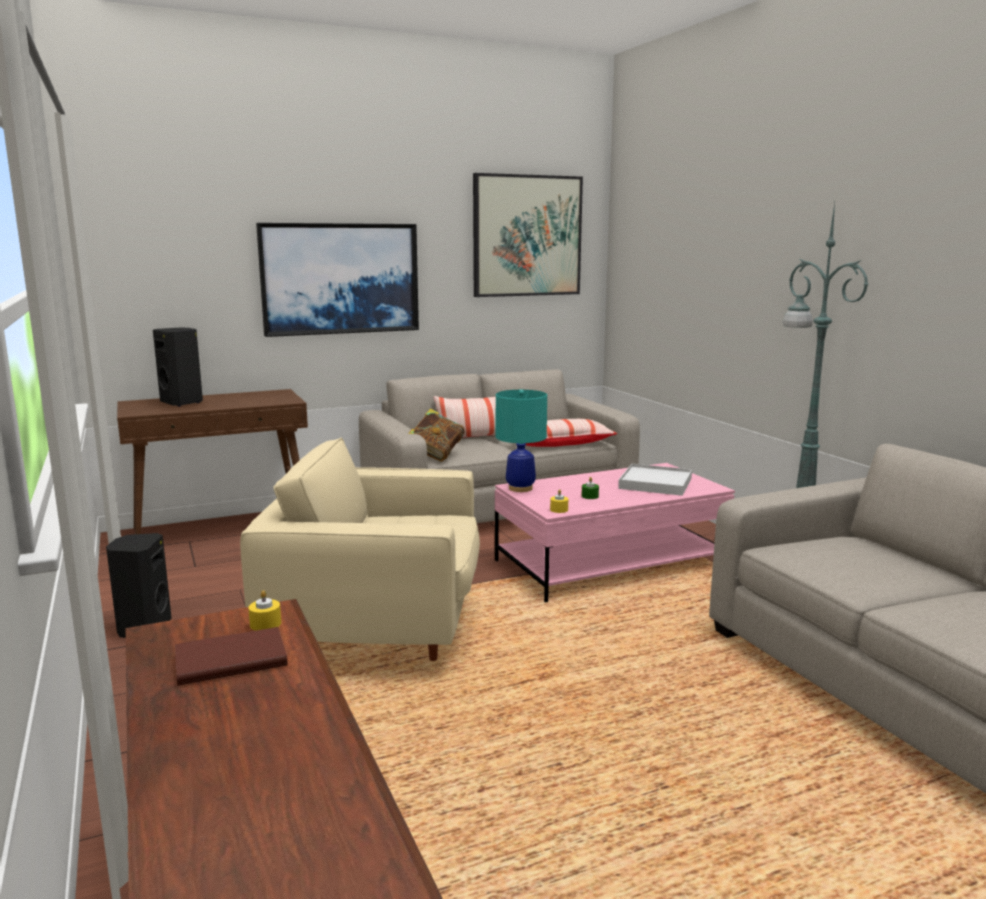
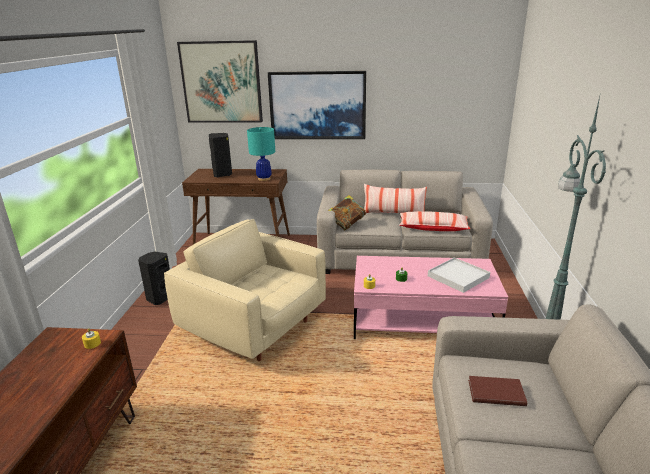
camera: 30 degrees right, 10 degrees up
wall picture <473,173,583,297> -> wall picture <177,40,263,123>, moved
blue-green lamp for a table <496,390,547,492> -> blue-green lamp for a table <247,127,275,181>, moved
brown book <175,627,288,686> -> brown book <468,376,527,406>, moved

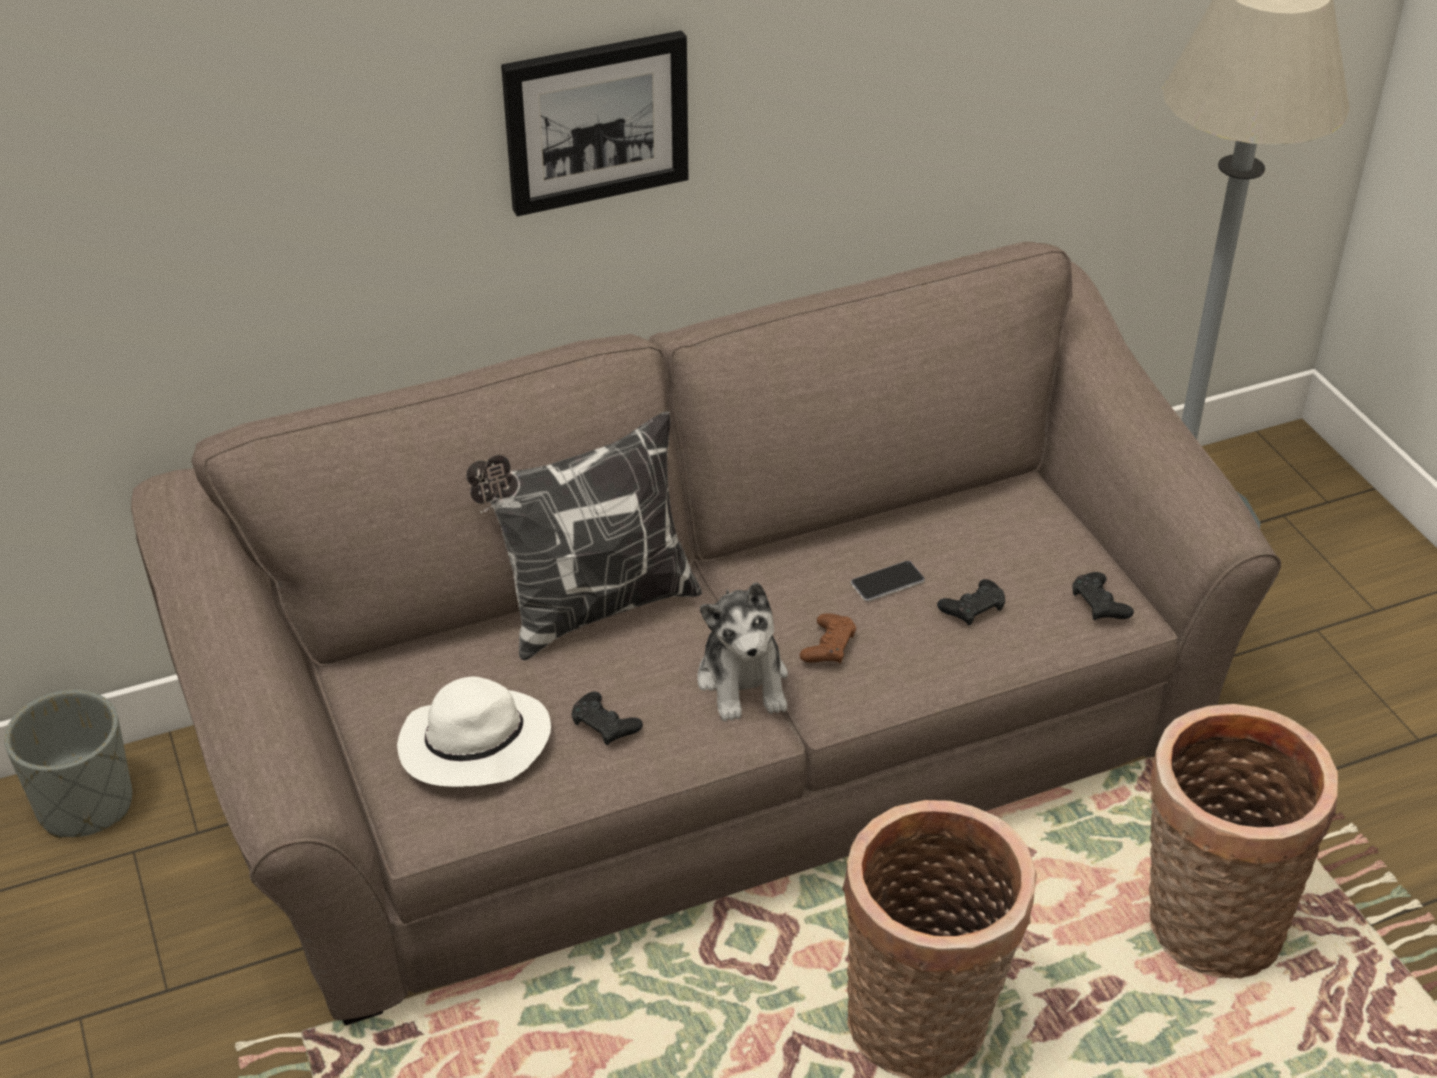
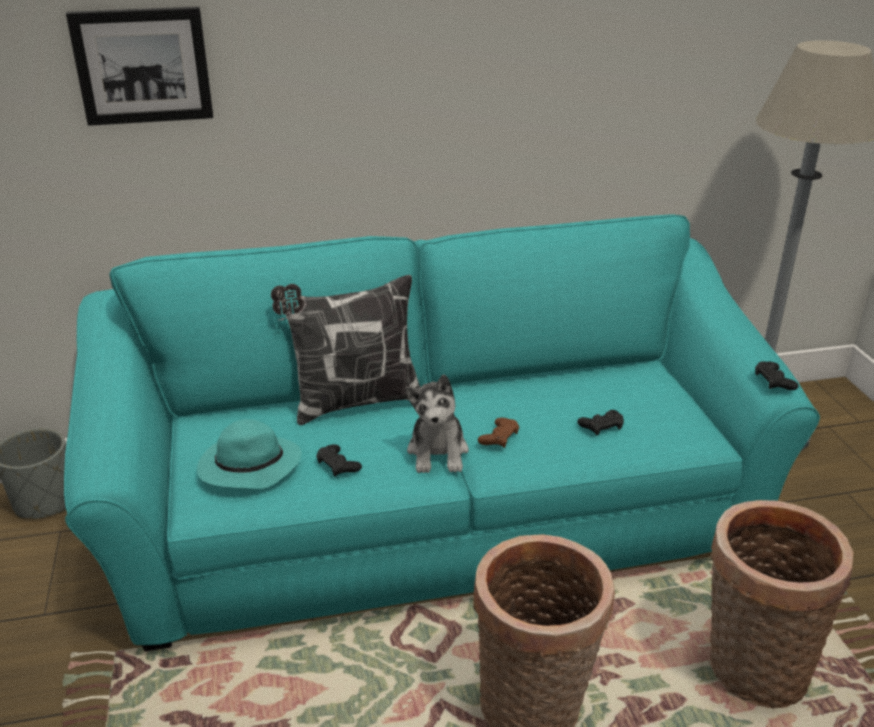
camera: 10 degrees right, 10 degrees down
brown sofa <131,242,1281,1025> -> blue-green sofa <64,214,820,651>
wall picture <501,30,688,216> -> wall picture <66,7,213,126>, moved
white wearable hat <397,677,551,787> -> blue-green wearable hat <197,419,301,489>
black-coloured game controller <1072,572,1134,620> -> black-coloured game controller <755,361,799,390>, moved
phone <851,561,925,602> -> none

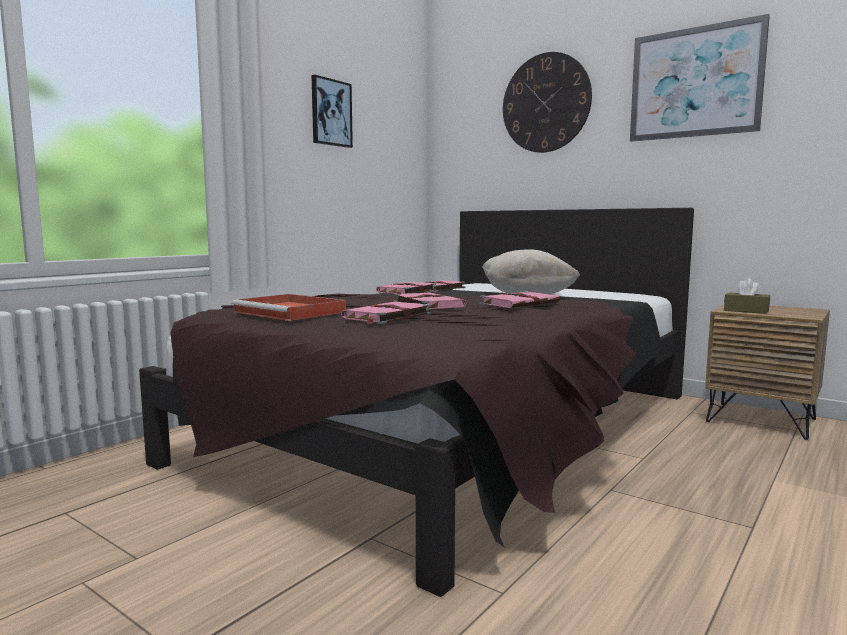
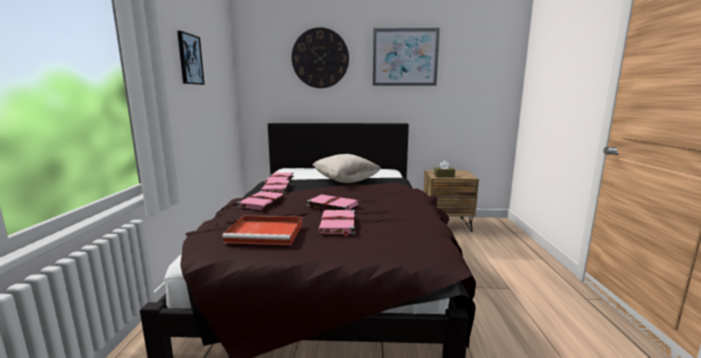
camera: 35 degrees left, 5 degrees up
pink book <480,291,560,308> -> pink book <237,191,284,210>, moved

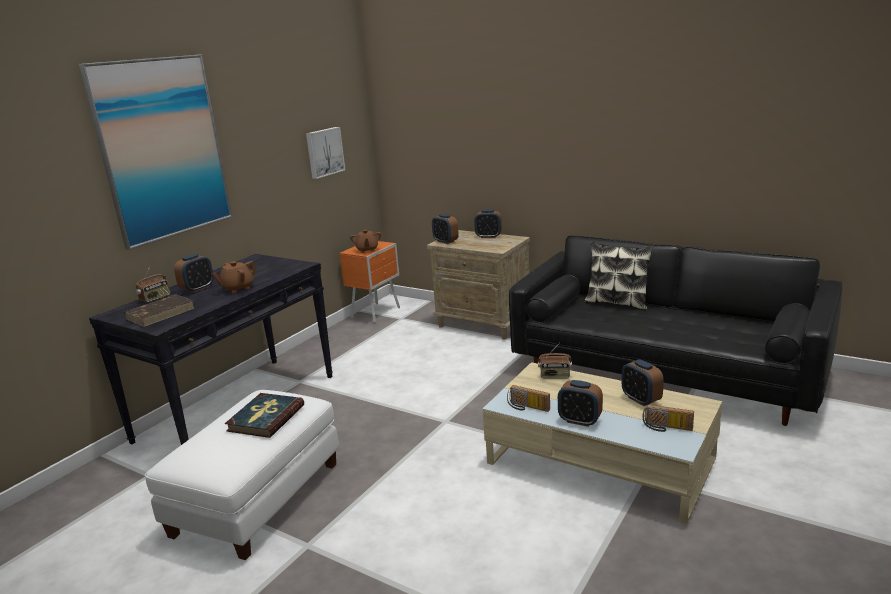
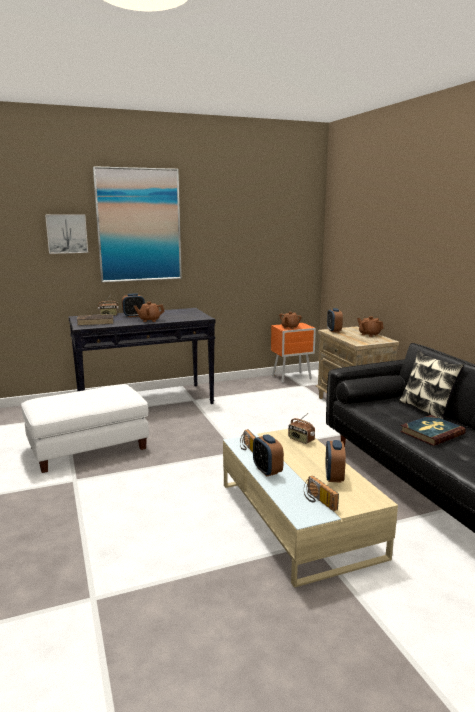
camera: 35 degrees right, 5 degrees down
wall picture <306,127,345,179> -> wall picture <45,214,88,254>, moved
alarm clock <474,209,502,238> -> brown tea pot <357,316,384,337>
book <225,393,304,438> -> book <400,415,466,446>, moved

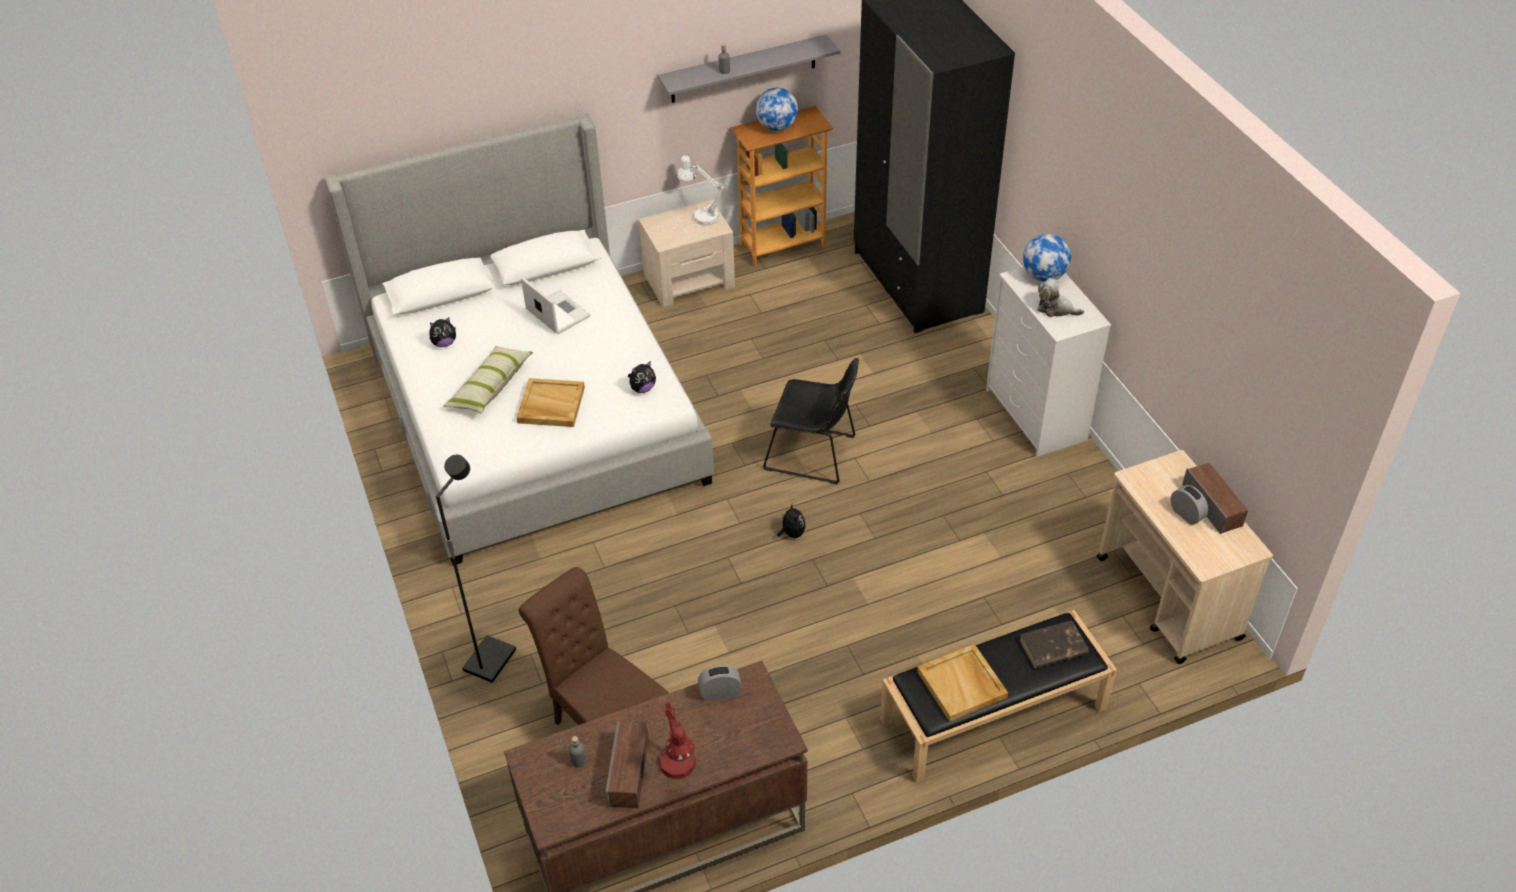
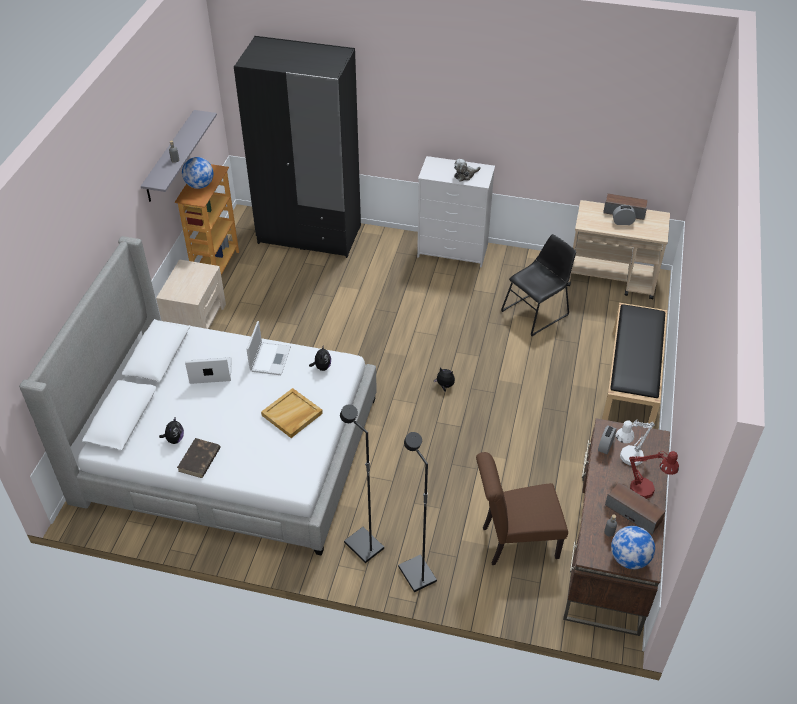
camera: 55 degrees left, 0 degrees up
brown book <1019,620,1089,669> -> brown book <177,438,221,478>, moved
none -> portable computer <246,321,291,375>
none -> black-coloured standing lamp <340,404,384,563>
black-coloured plain chair <763,358,859,484> -> black-coloured plain chair <501,234,576,336>, moved
world globe <1023,234,1071,282> -> world globe <611,526,655,569>, moved
white lamp for a table <677,155,724,226> -> white lamp for a table <616,419,655,466>, moved
pillow <443,346,533,414> -> none
beige carrying tray <917,644,1008,722> -> none

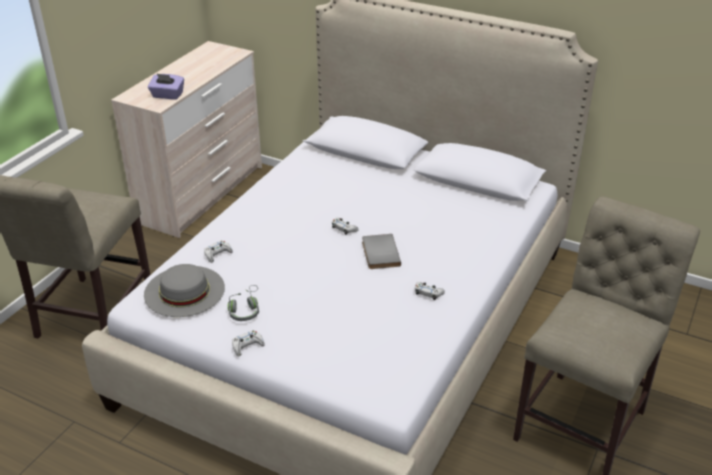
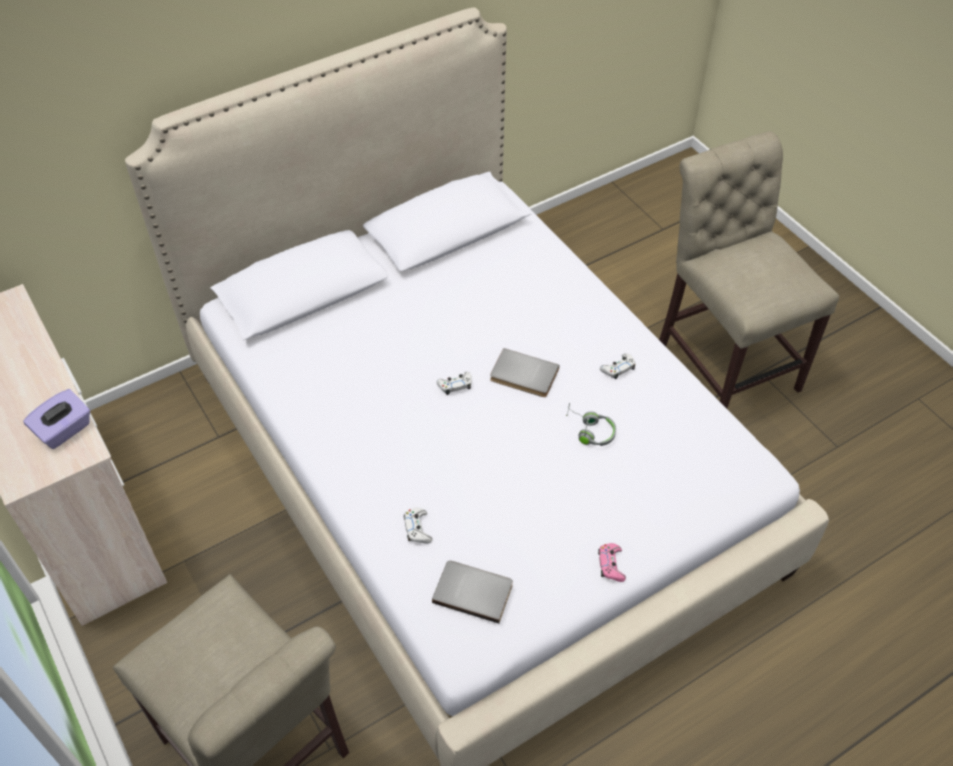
camera: 60 degrees left, 15 degrees up
gray wearable hat <144,264,225,317> -> gray book <432,561,513,624>
gray headset <228,285,259,321> -> gray headset <566,403,616,446>, moved
white game controller <232,331,265,356> -> pink game controller <598,543,626,582>

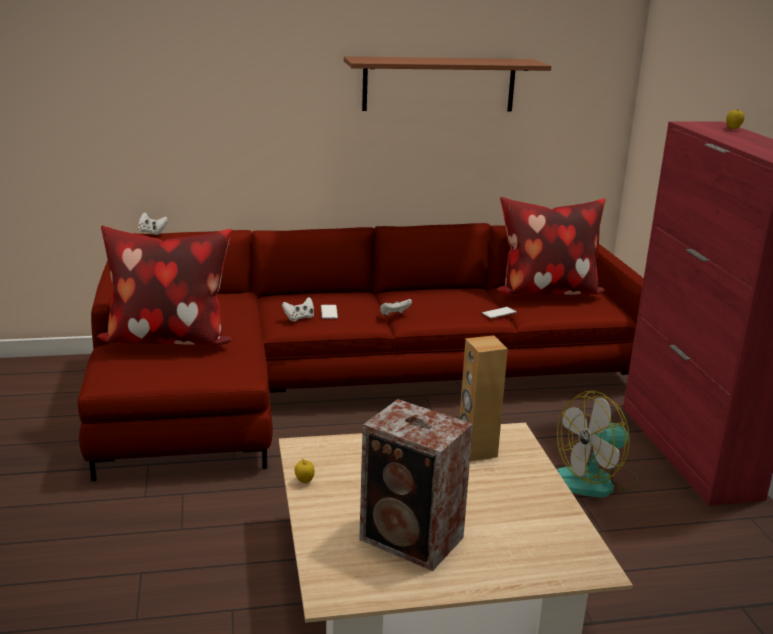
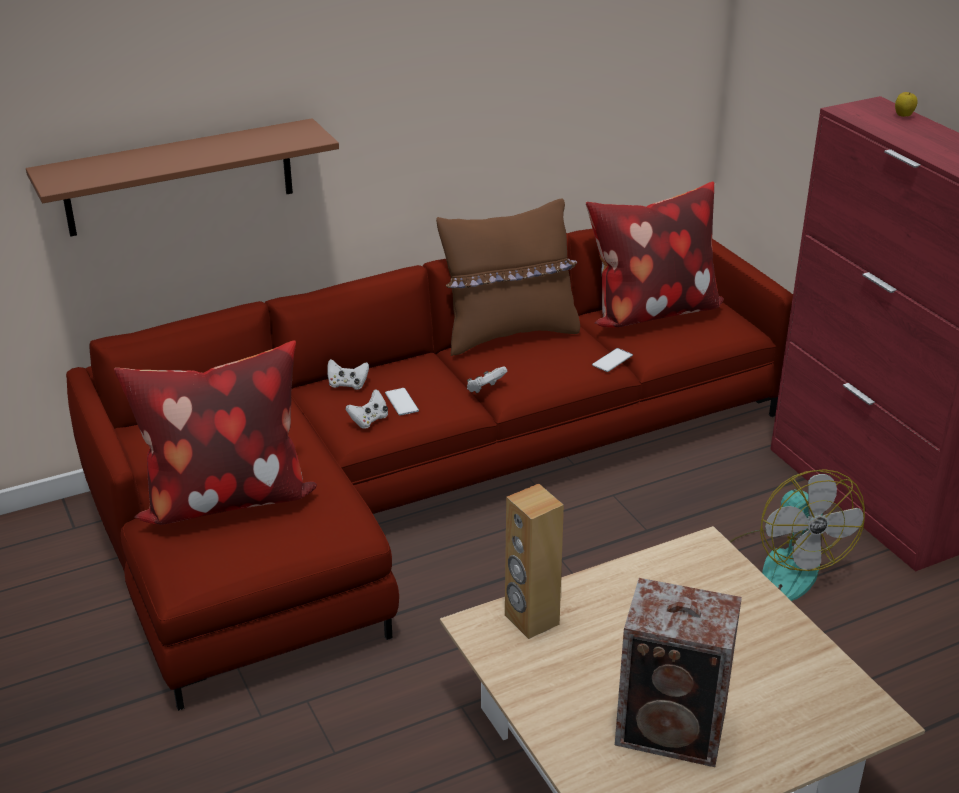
camera: 15 degrees left, 10 degrees up
brown shelf <344,57,551,111> -> brown shelf <26,118,339,237>, moved
white game controller <138,212,169,235> -> white game controller <327,359,369,390>, moved
none -> brown pillow <436,198,580,356>
brown audio speaker <459,335,508,461> -> brown audio speaker <505,484,564,639>, moved
fan <557,391,639,498> -> fan <729,469,865,601>, 60 degrees counterclockwise
apple fruit <294,458,315,484> -> none

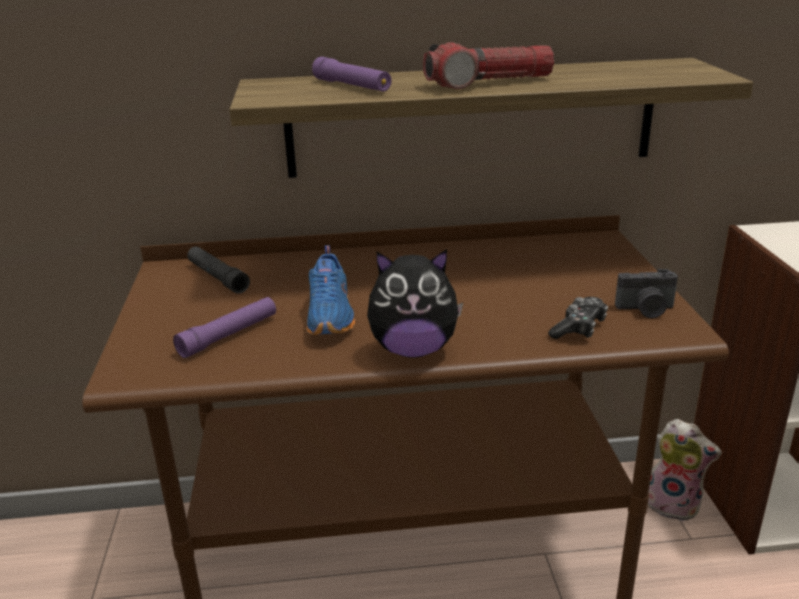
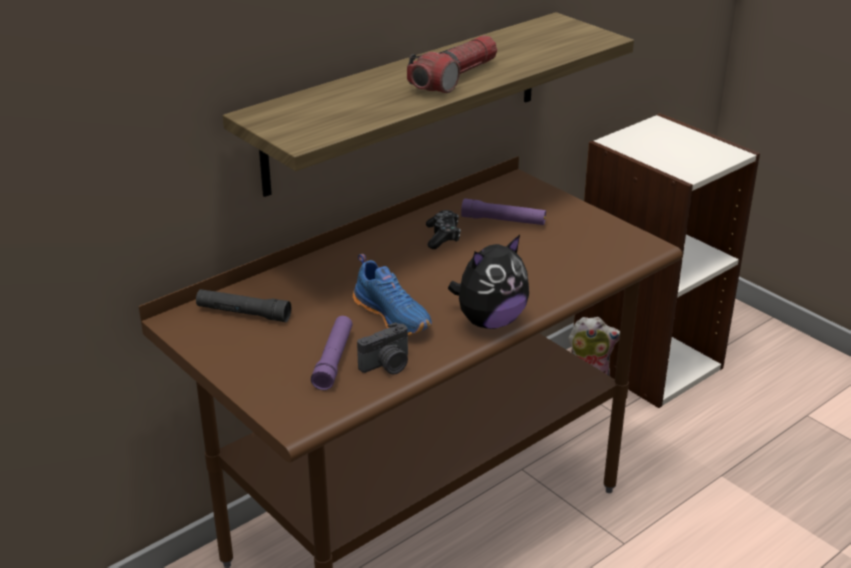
camera: 35 degrees left, 5 degrees up
still camera <615,269,678,318> -> still camera <357,322,408,374>, moved
game controller <548,297,608,339> -> game controller <426,210,461,249>, moved
purple-coloured hand torch <312,57,392,92> -> purple-coloured hand torch <461,198,546,225>, moved

